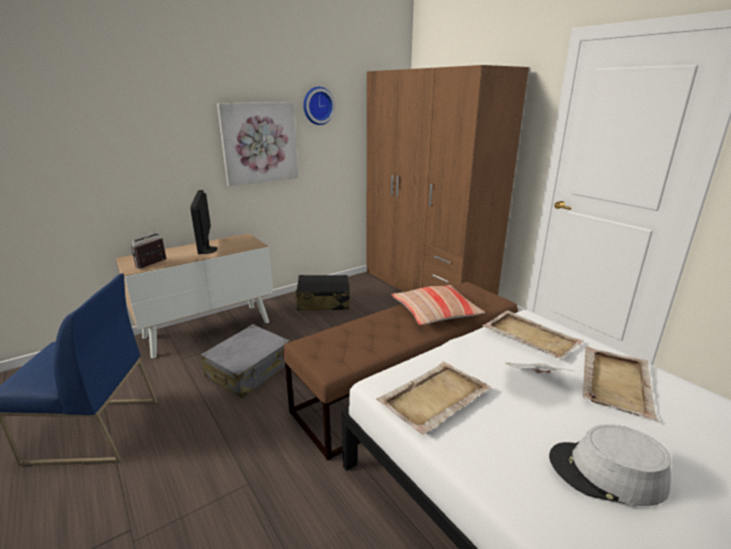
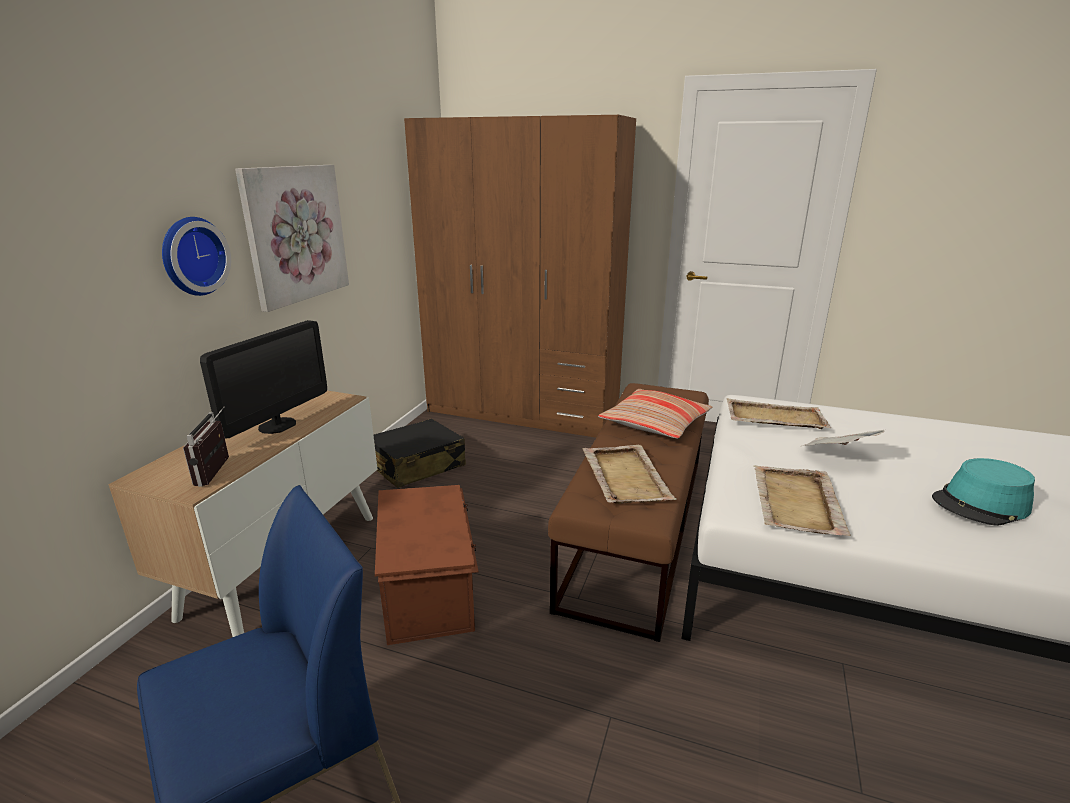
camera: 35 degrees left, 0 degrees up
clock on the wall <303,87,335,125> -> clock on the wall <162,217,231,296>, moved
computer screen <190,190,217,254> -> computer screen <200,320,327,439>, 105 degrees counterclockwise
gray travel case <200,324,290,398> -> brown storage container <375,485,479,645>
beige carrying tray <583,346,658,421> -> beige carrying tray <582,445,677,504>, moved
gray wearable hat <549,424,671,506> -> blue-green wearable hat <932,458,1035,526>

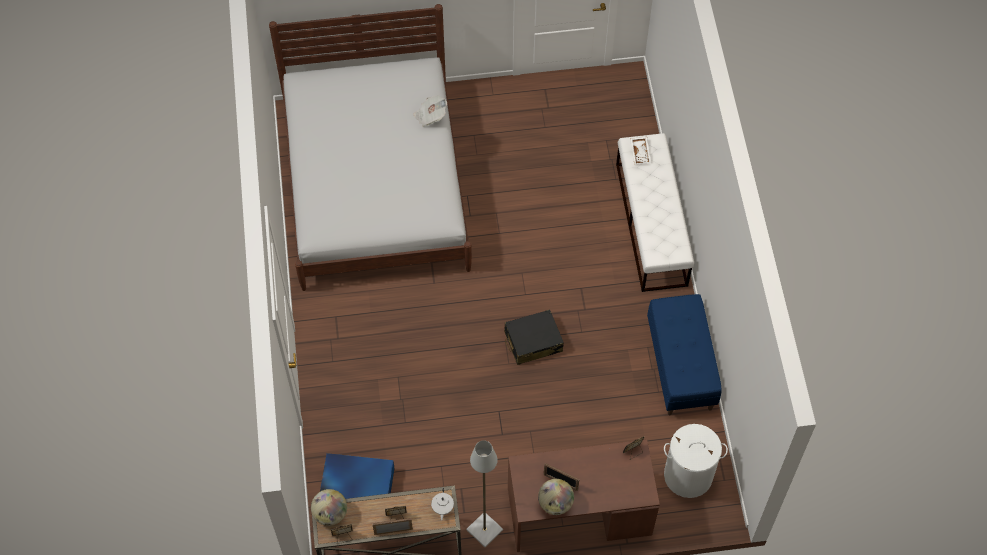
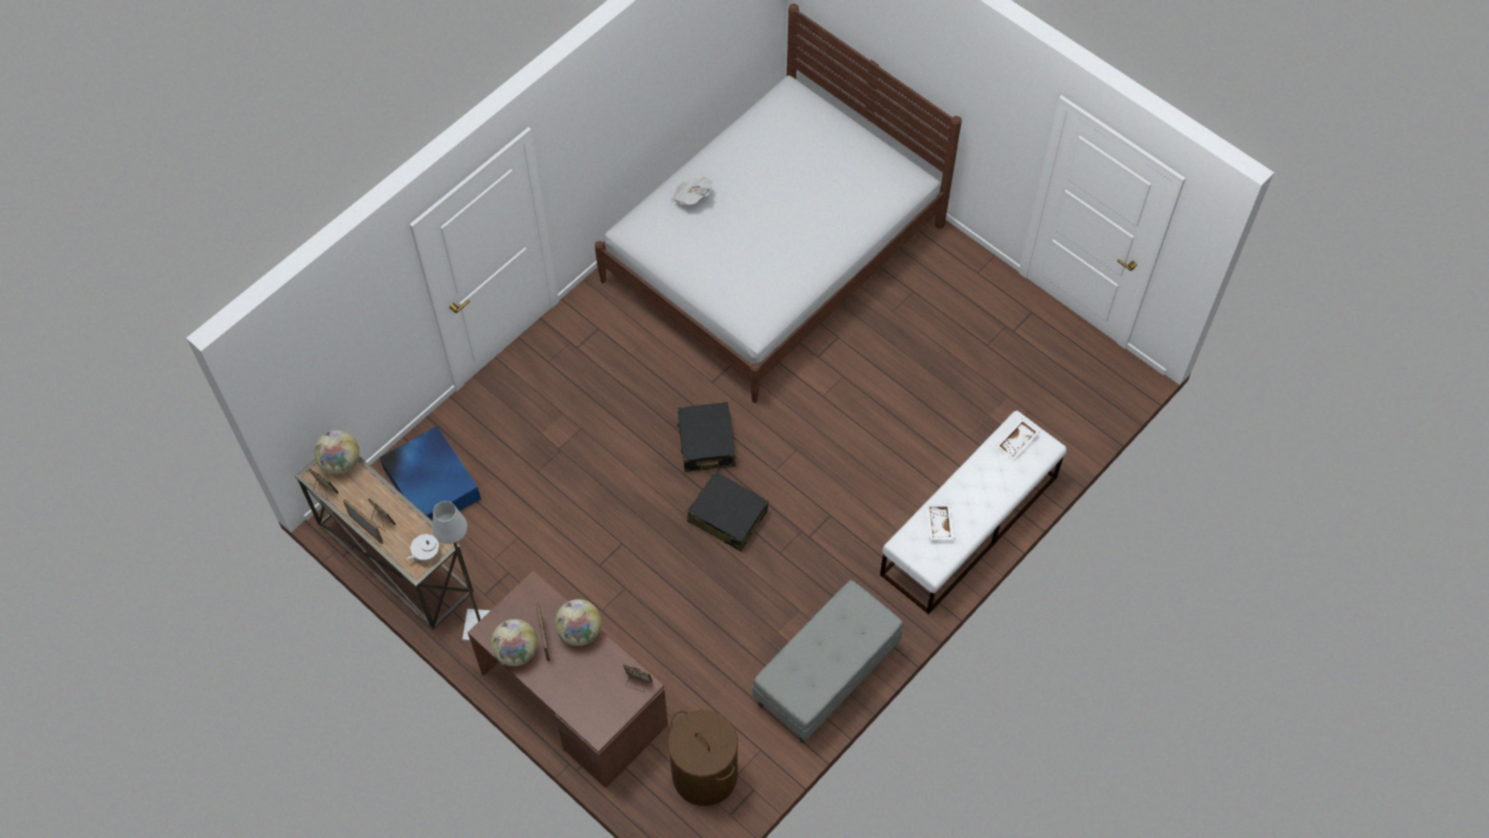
camera: 50 degrees right, 0 degrees up
none -> world globe <555,599,601,646>
white washing basket <664,424,728,498> -> brown washing basket <668,710,738,806>
printed paper <414,95,447,127> -> printed paper <671,177,713,205>, moved
none -> black-coloured travel case <677,402,736,472>
bluish bench <647,294,722,415> -> gray bench <752,580,903,743>
none -> white carrying tray <926,505,954,539>

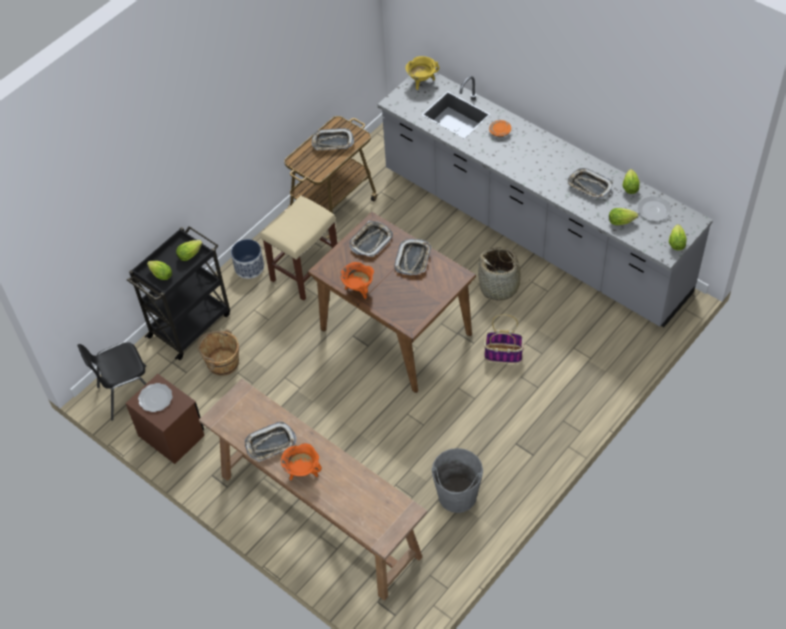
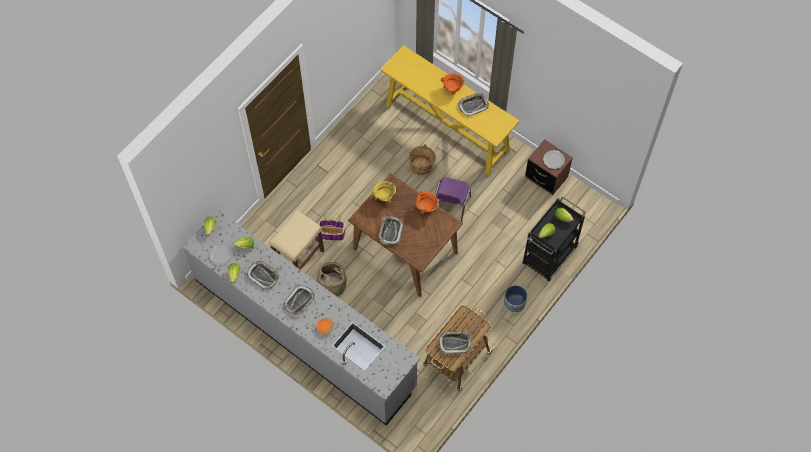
camera: 175 degrees right, 10 degrees up
beige sitting stool <261,195,338,301> -> beige sitting stool <269,210,324,270>, moved
carrying tray <349,221,393,257> -> carrying tray <283,285,315,315>, moved
yellow-coloured cooking pot <406,56,439,90> -> yellow-coloured cooking pot <371,181,396,203>, moved
brown hall table <199,379,427,601> -> yellow-coloured hall table <381,45,519,175>
brown pail <197,329,239,376> -> brown pail <409,144,436,175>, moved
none -> purple-coloured plain chair <435,177,471,222>
black-coloured plain chair <77,342,147,421> -> none
gray pail <431,448,483,513> -> none

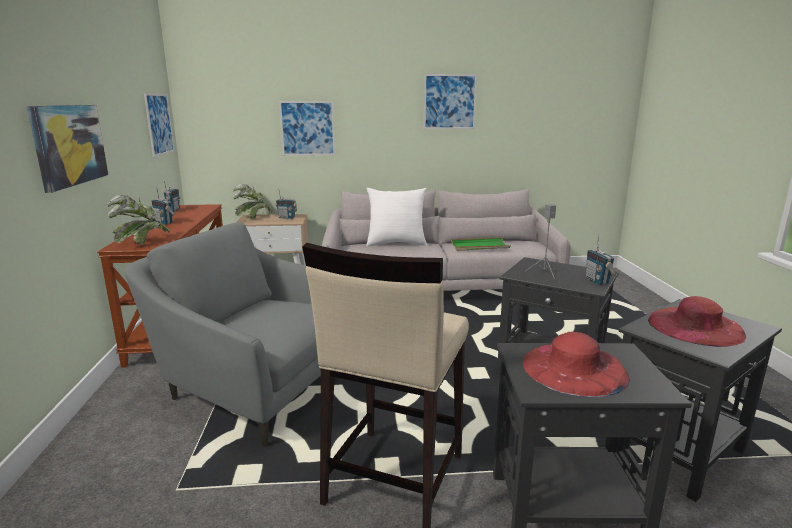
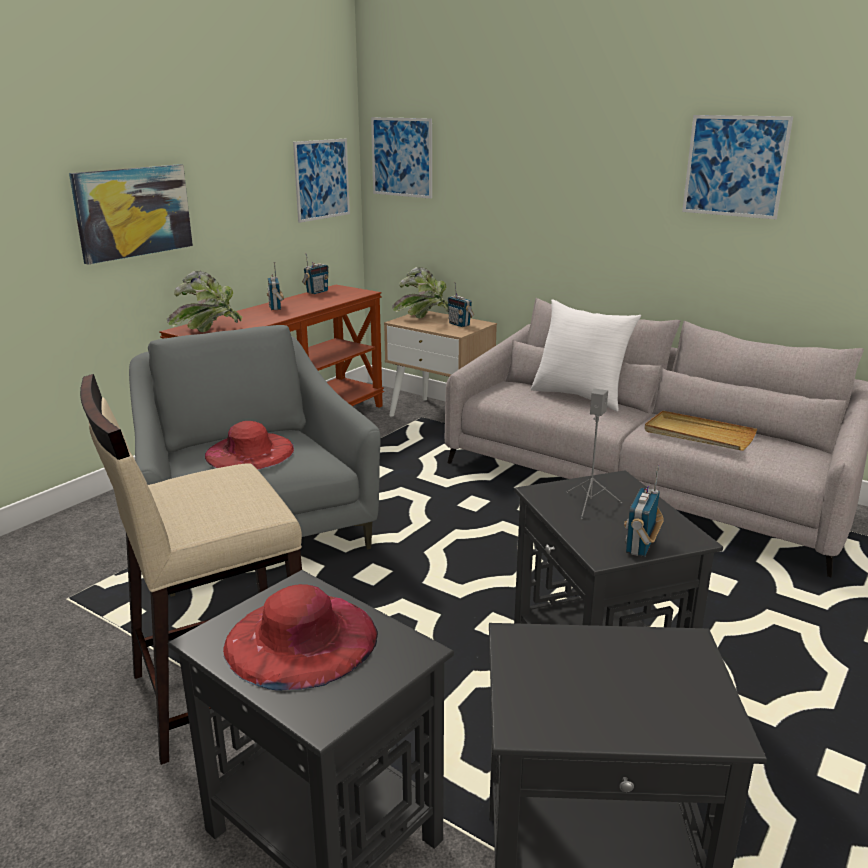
camera: 40 degrees right, 5 degrees up
red wearable hat <648,296,746,347> -> red wearable hat <205,421,294,470>, moved
wall picture <279,101,335,156> -> wall picture <371,117,432,199>, moved
green carrying tray <451,237,511,251> -> beige carrying tray <644,411,757,451>

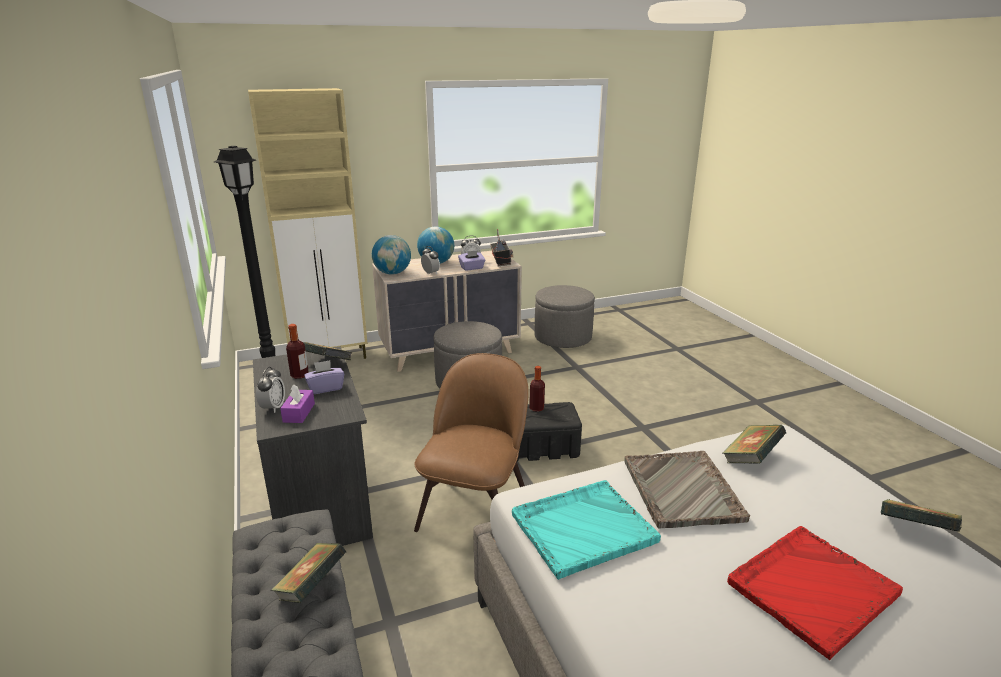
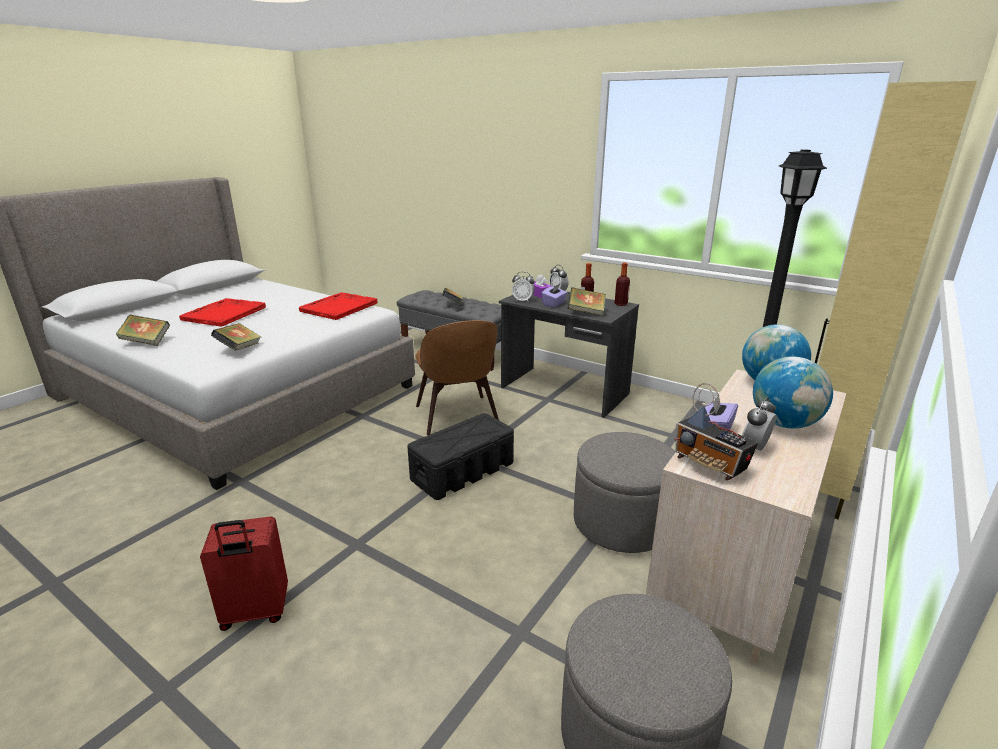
camera: 145 degrees right, 0 degrees up
none -> red travel case <200,516,288,631>
blue-green carrying tray <512,480,661,580> -> red carrying tray <299,292,378,320>
alarm clock <421,246,440,274> -> alarm clock <512,272,535,302>, moved
bottle <529,366,545,412> -> bottle <615,263,630,306>, moved
gray carrying tray <625,451,750,529> -> none

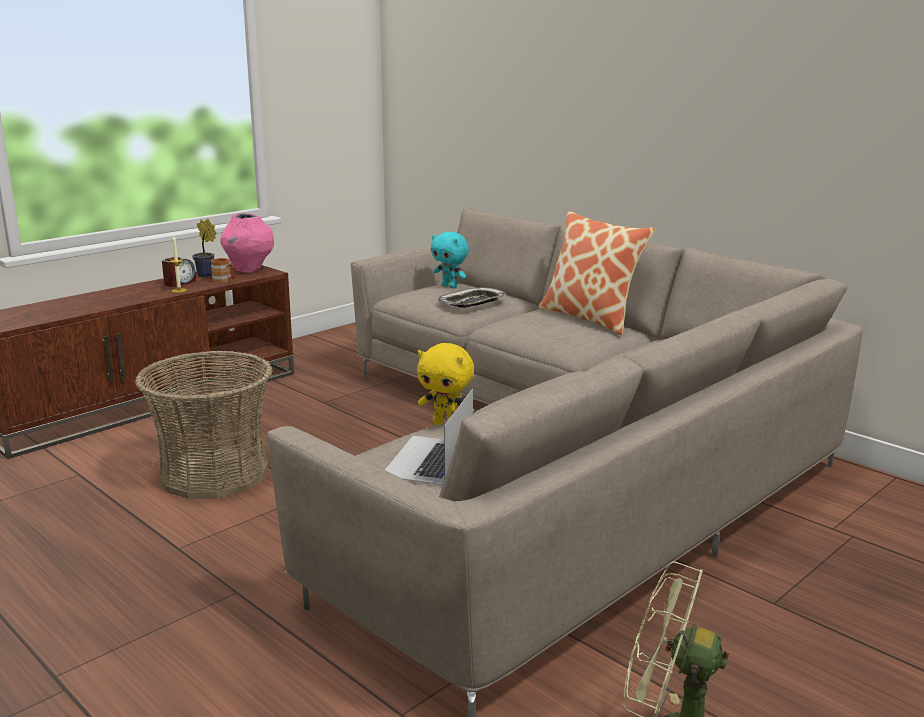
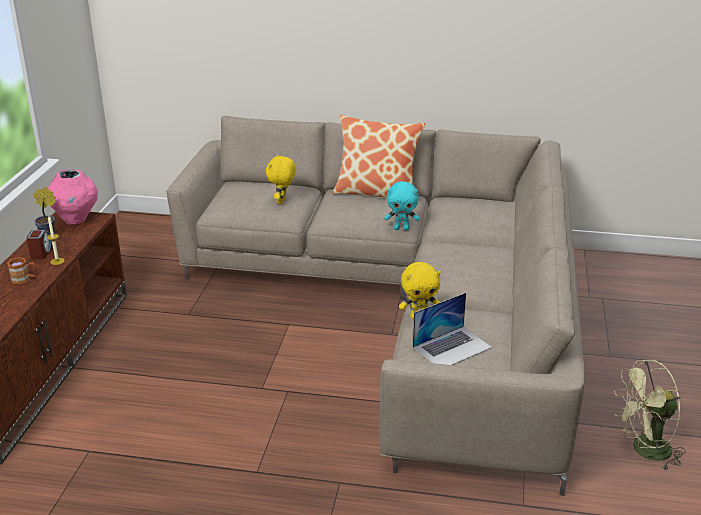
camera: 35 degrees left, 10 degrees up
brown coffee mug <211,258,235,283> -> brown coffee mug <7,257,37,285>, moved
carrying tray <437,287,507,308> -> yellow-coloured cuddly toy <266,155,296,204>
blue-green cuddly toy <431,232,469,288> -> blue-green cuddly toy <384,181,420,230>, moved
portable computer <385,388,473,485> -> portable computer <413,293,492,365>, 105 degrees counterclockwise
basket <135,350,273,499> -> none

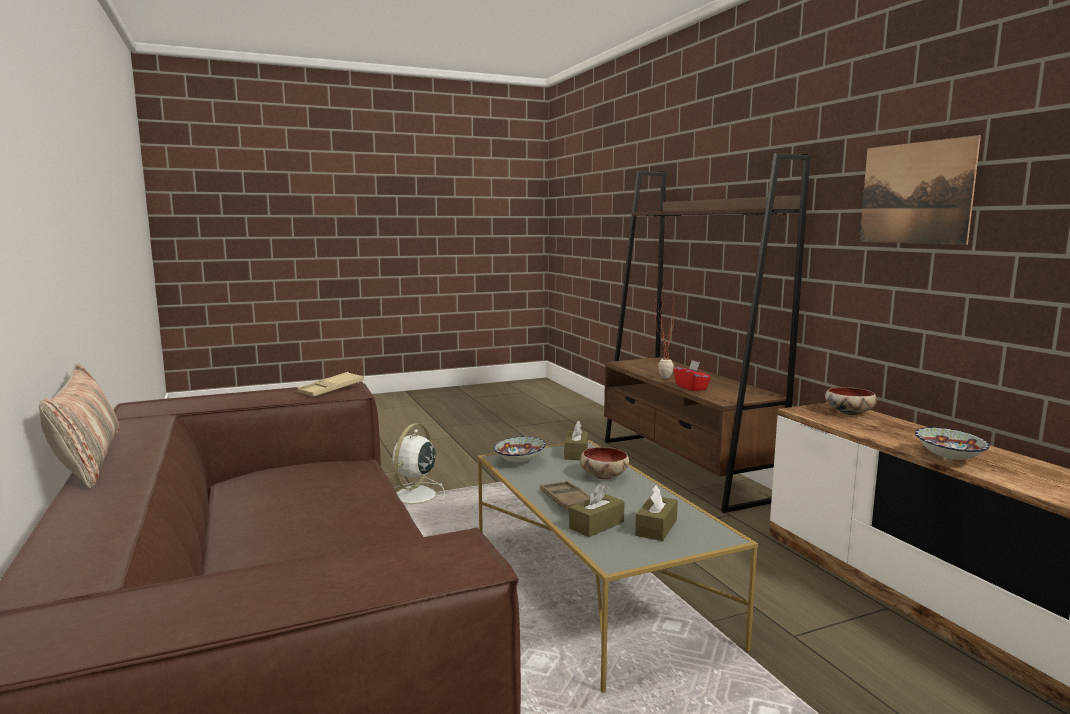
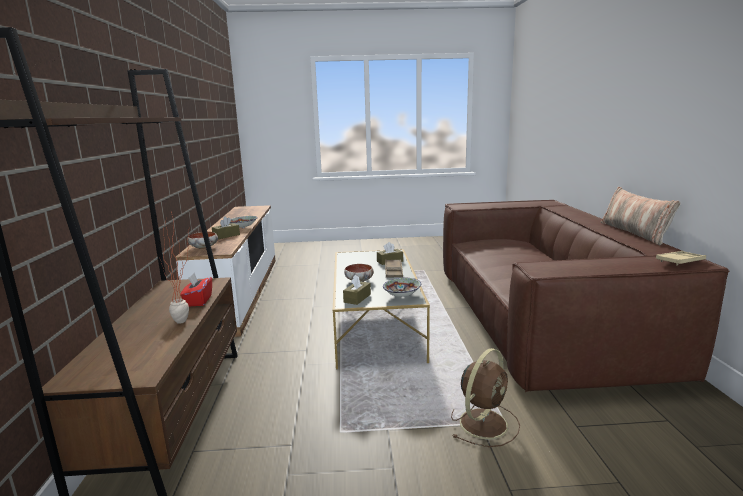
camera: 160 degrees left, 5 degrees up
brown tissue box <635,485,678,541> -> brown tissue box <212,217,240,239>, moved
white fan <392,423,445,509> -> brown fan <451,348,520,447>
beige carrying tray <297,372,364,397> -> beige carrying tray <656,251,706,266>, moved
wall picture <859,135,981,245> -> none

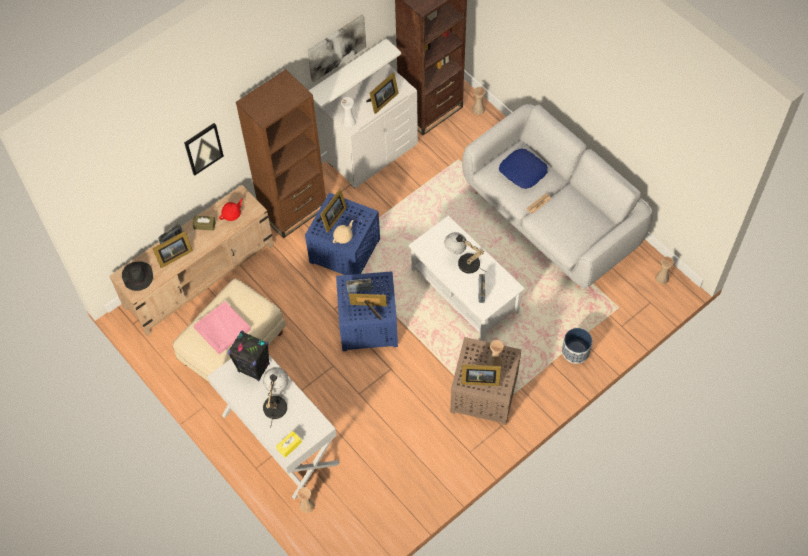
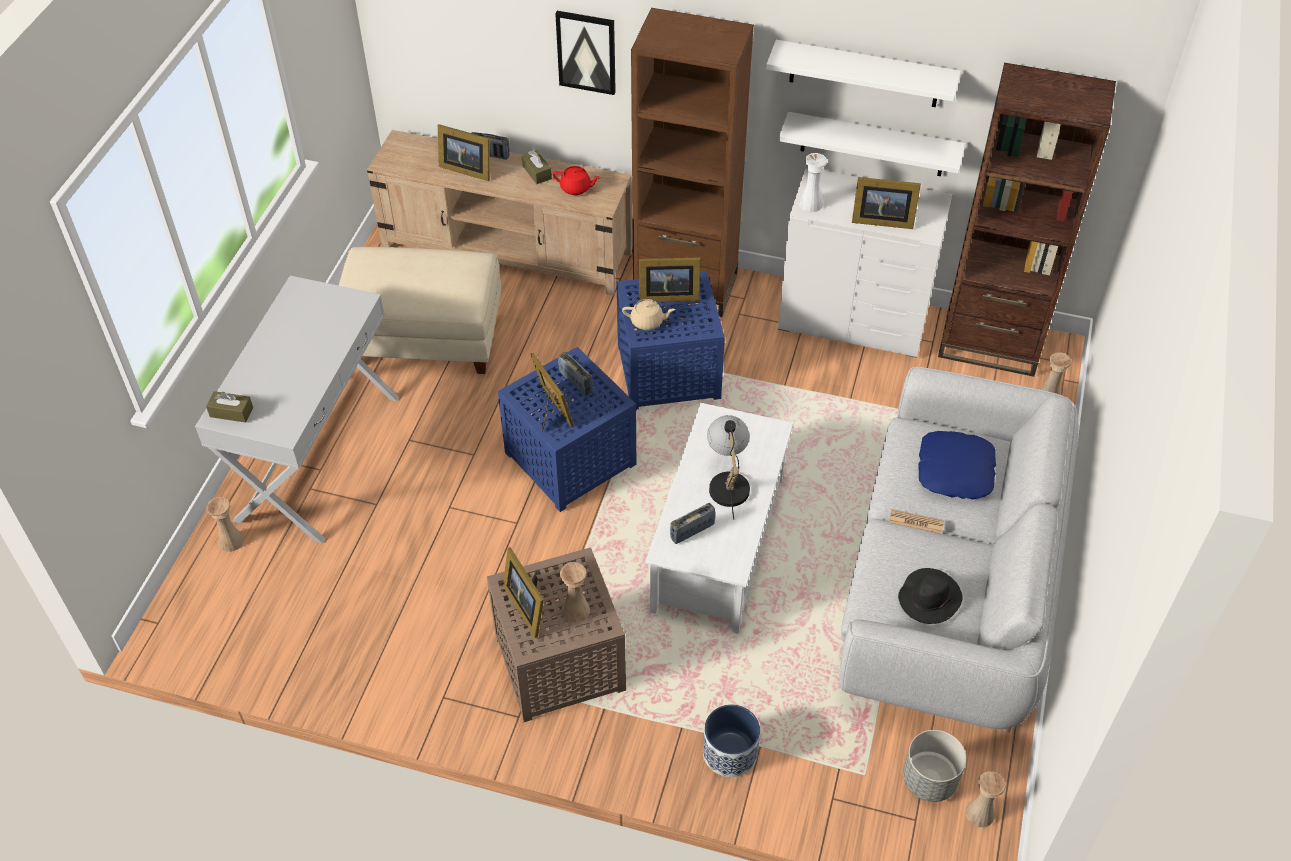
camera: 55 degrees right, 10 degrees down
yellow-coloured tissue box <276,431,302,458> -> brown tissue box <206,391,253,423>
wall picture <307,15,366,82> -> white shelf <766,40,961,107>
black-coloured wearable hat <122,261,153,291> -> black-coloured wearable hat <898,568,963,624>, moved
none -> gray planter <903,730,966,802>
pink carrying tray <193,301,251,355> -> none
black-coloured audio speaker <228,331,270,381> -> none
lamp for a table <263,367,288,428> -> none

